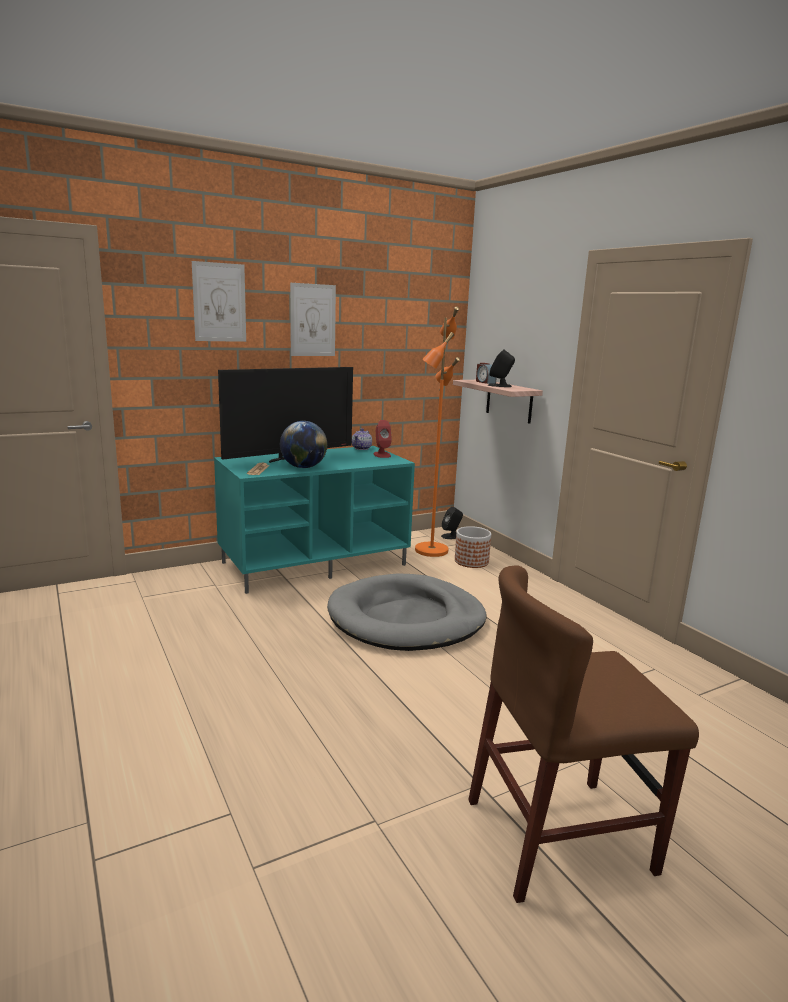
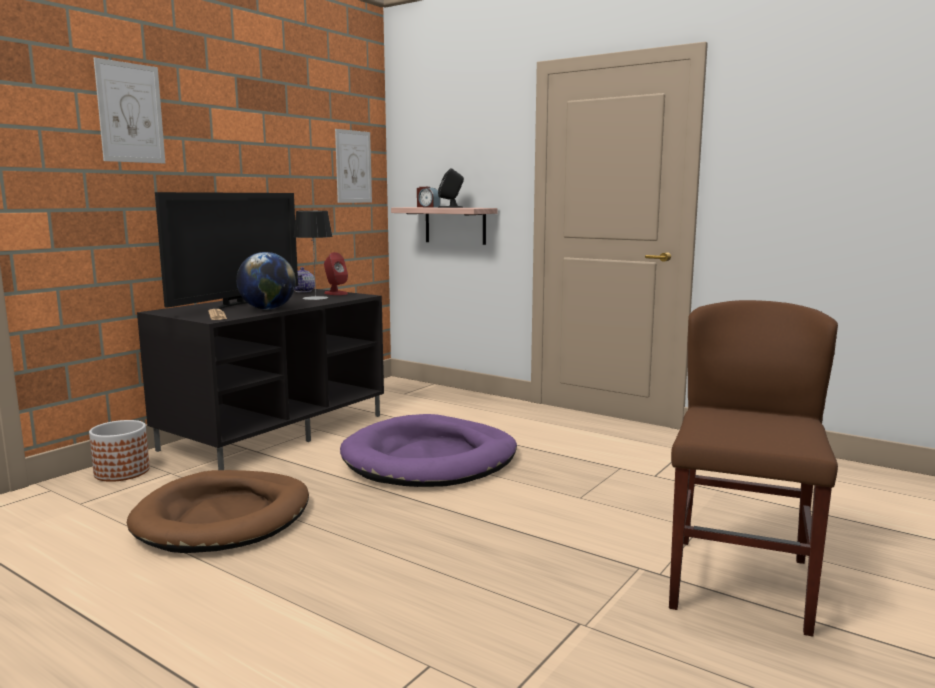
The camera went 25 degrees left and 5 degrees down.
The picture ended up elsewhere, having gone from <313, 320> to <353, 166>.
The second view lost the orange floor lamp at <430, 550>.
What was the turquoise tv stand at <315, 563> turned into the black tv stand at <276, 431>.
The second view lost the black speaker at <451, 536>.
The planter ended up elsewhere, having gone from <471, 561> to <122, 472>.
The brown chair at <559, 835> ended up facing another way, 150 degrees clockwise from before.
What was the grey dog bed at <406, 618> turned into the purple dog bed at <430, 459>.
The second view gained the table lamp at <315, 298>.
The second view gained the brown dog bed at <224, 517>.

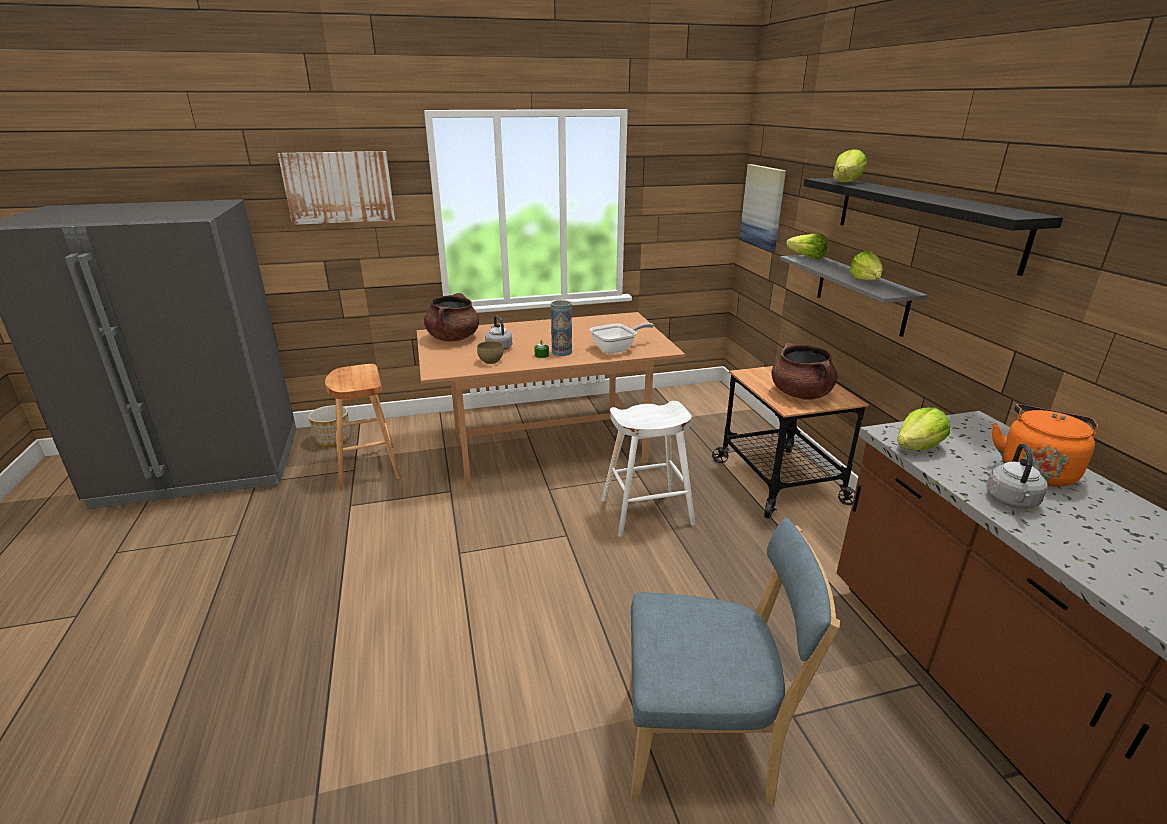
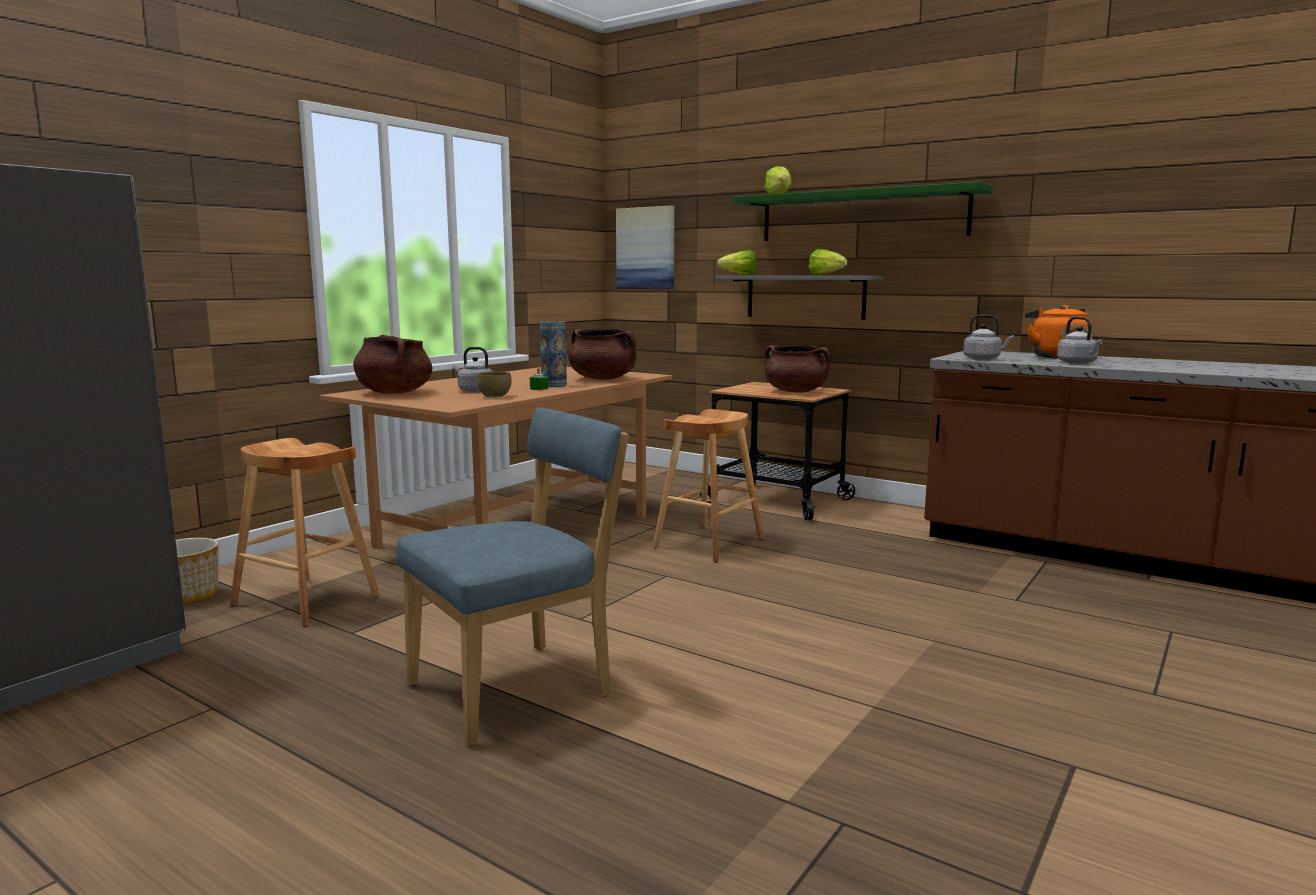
The camera went 40 degrees left and 15 degrees down.
The second view lost the picture at <339, 187>.
What was the black shelf at <922, 220> turned into the green shelf at <861, 215>.
Where the frying pan stood at <617, 349>, the brown cooking pot came to stand at <603, 379>.
What was the white stool at <647, 512> turned into the brown stool at <709, 543>.
Where the lettuce stood at <918, 448>, the grey kettle came to stand at <984, 359>.
The blue chair ended up elsewhere, having gone from <705, 743> to <518, 688>.

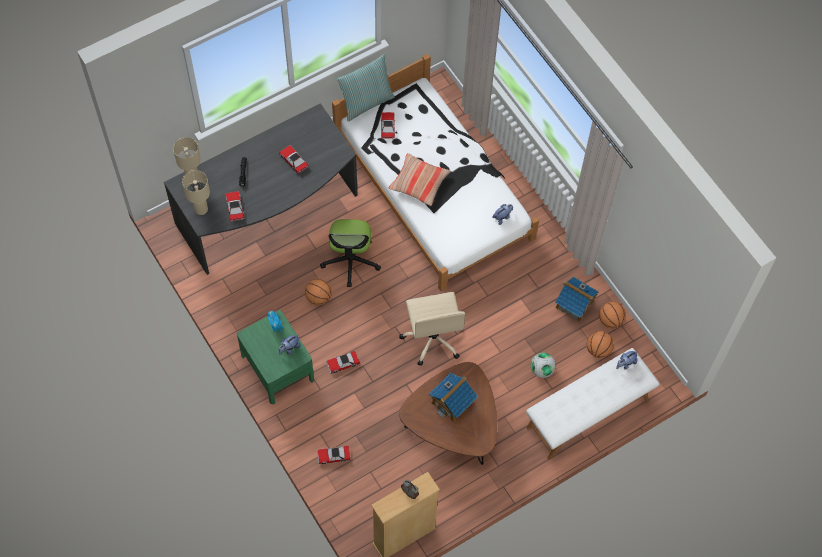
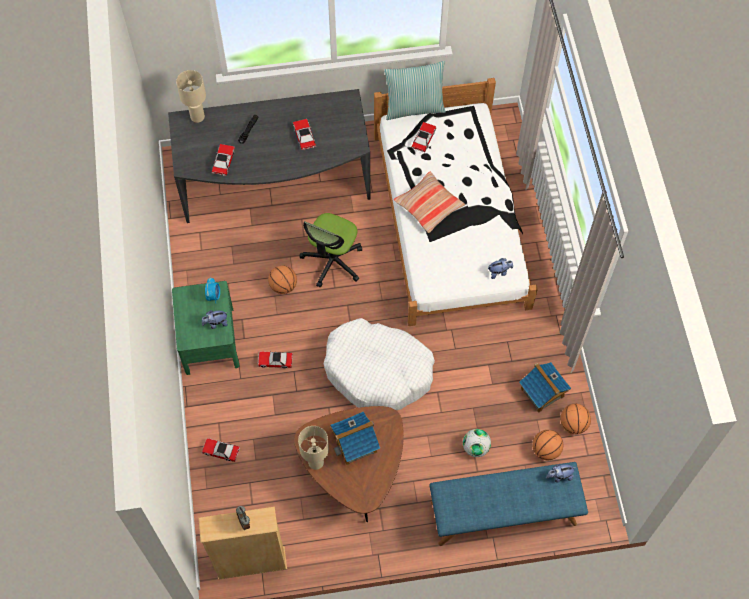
The camera went 25 degrees right and 0 degrees up.
The beige table lamp ended up elsewhere, having gone from <201, 209> to <315, 462>.
Where the beige office chair stood at <433, 338>, the white dog bed came to stand at <378, 370>.
What was the white bench at <588, 414> turned into the blue bench at <503, 514>.

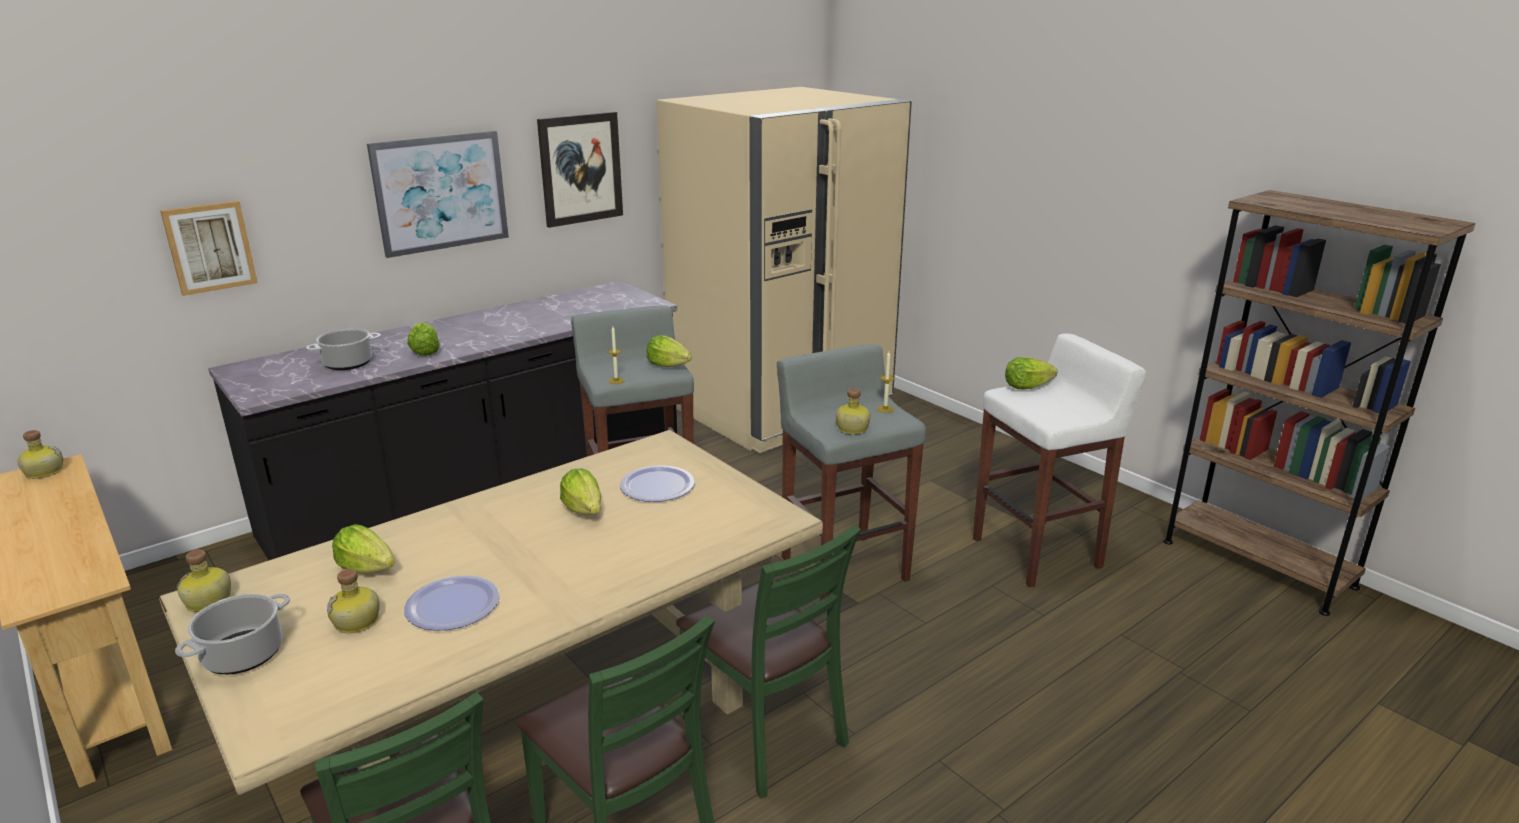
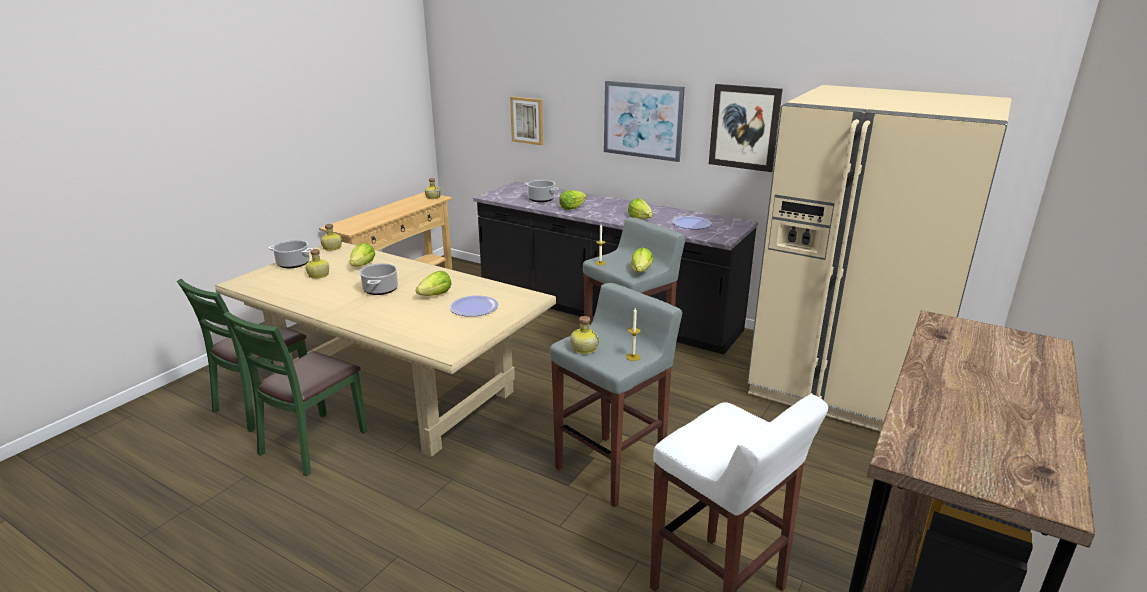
The camera went 70 degrees right and 0 degrees up.
The lettuce ended up elsewhere, having gone from <1026, 387> to <640, 219>.
The second view lost the green chair at <764, 734>.
The plate ended up elsewhere, having gone from <452, 605> to <691, 224>.
The second view gained the cooking pot at <381, 290>.

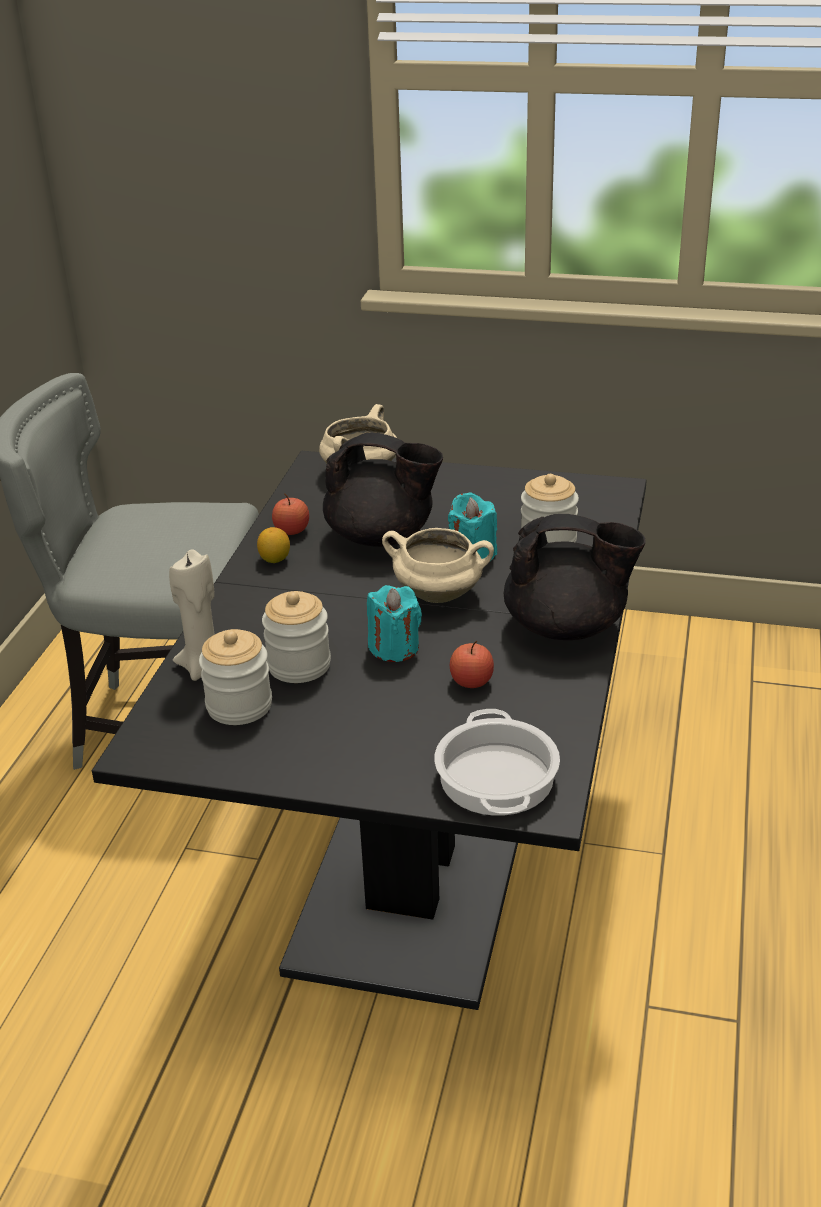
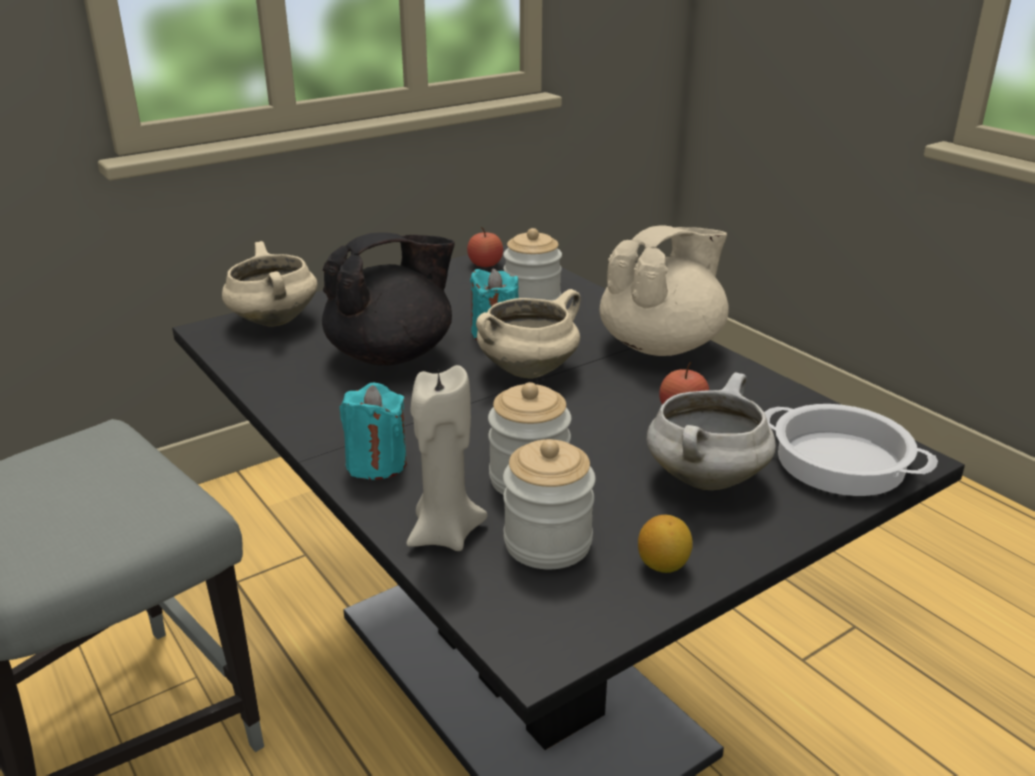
The camera went 50 degrees left and 5 degrees down.
The apple ended up elsewhere, having gone from <292, 530> to <485, 264>.
What was the black teapot at <567, 627> turned into the beige teapot at <662, 345>.
The lemon ended up elsewhere, having gone from <275, 559> to <663, 565>.
The turquoise candle ended up elsewhere, having gone from <394, 648> to <376, 463>.
The second view gained the white cooking pot at <705, 477>.

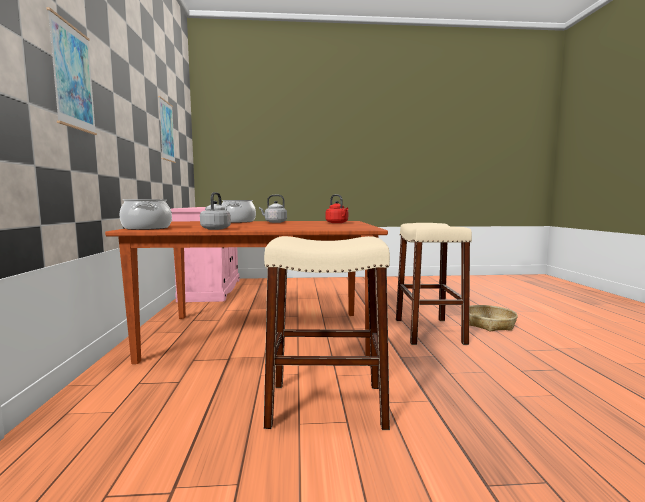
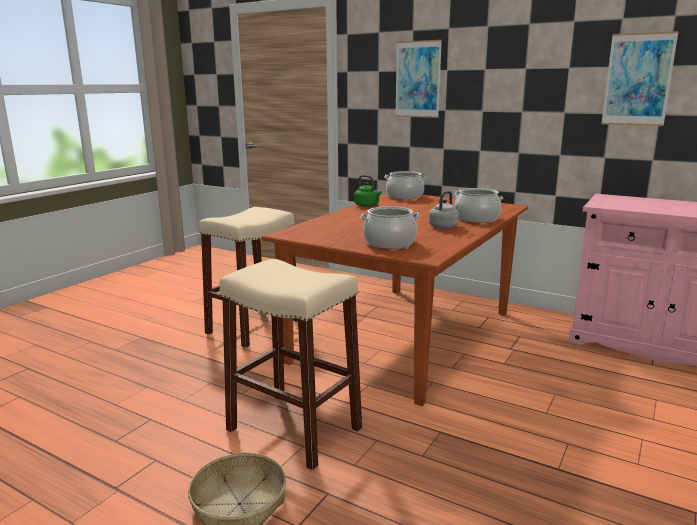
The camera went 125 degrees right and 10 degrees up.
What was the grey kettle at <216, 229> turned into the green kettle at <367, 206>.
Where the red kettle stood at <337, 223>, the cooking pot came to stand at <389, 243>.

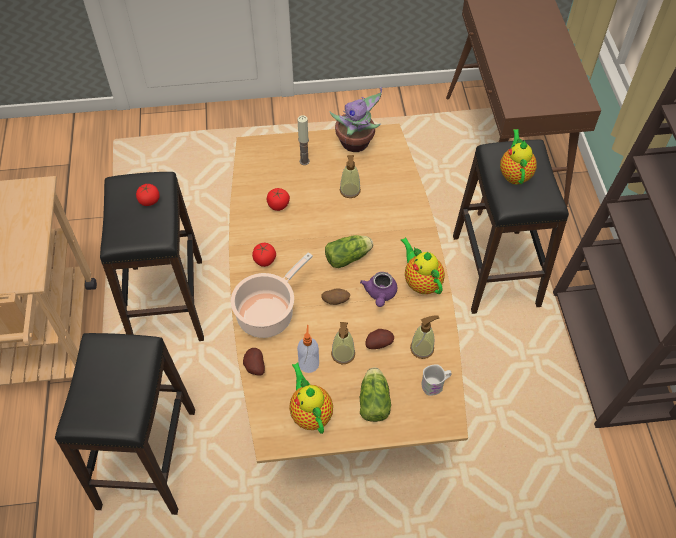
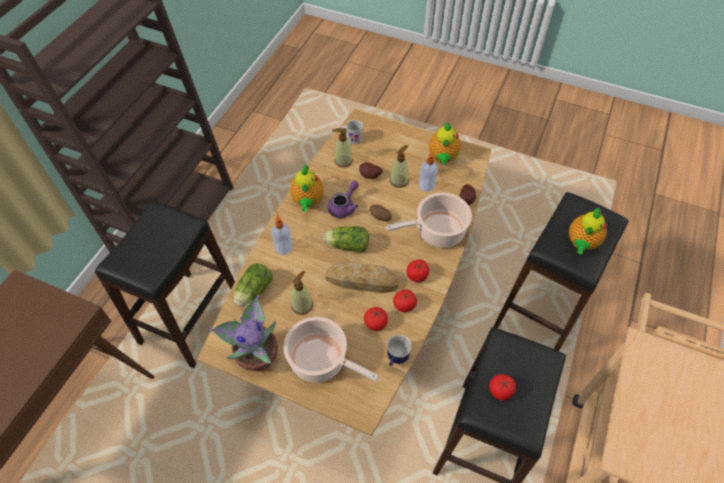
The camera went 150 degrees left and 0 degrees up.
Where the candle stood at <304, 161>, the cooking pot came to stand at <321, 361>.
The teapot ended up elsewhere, having gone from <514, 174> to <581, 243>.
The lettuce ended up elsewhere, having gone from <374, 400> to <253, 292>.
The second view gained the soap dispenser at <283, 247>.
The second view gained the bread at <361, 280>.
The second view gained the tomato at <404, 305>.
The second view gained the mug at <396, 358>.

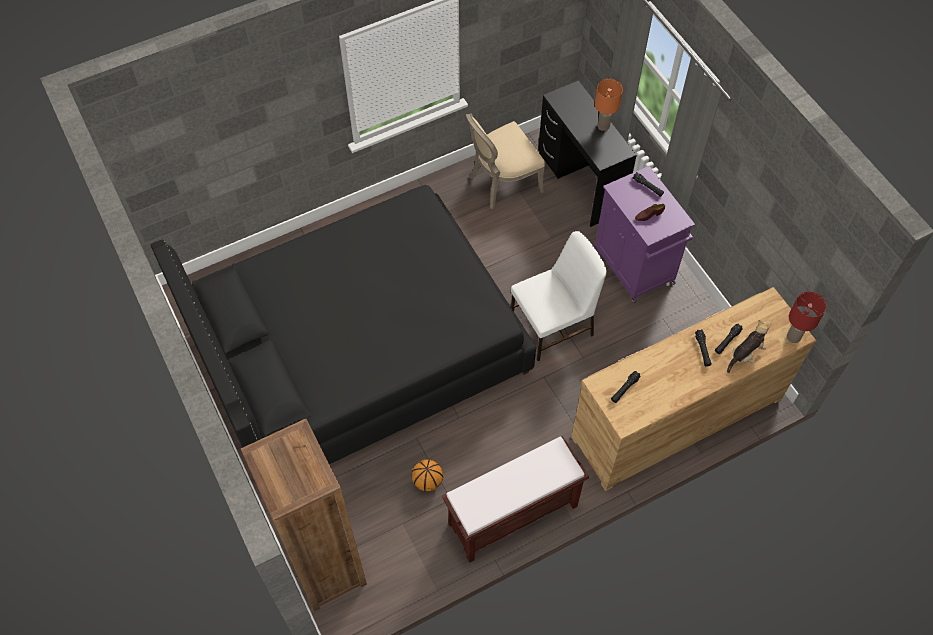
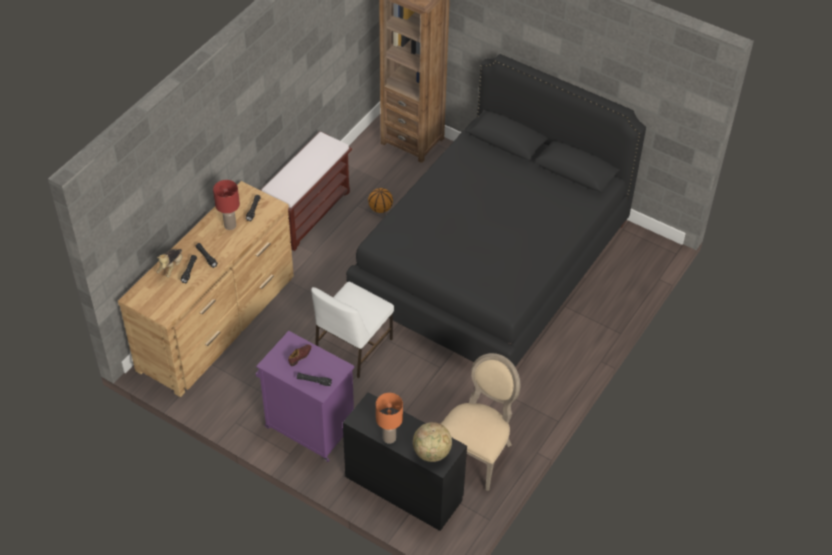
The camera went 150 degrees right and 10 degrees down.
The red table lamp ended up elsewhere, having gone from <793, 337> to <230, 225>.
The second view gained the globe at <432, 453>.

